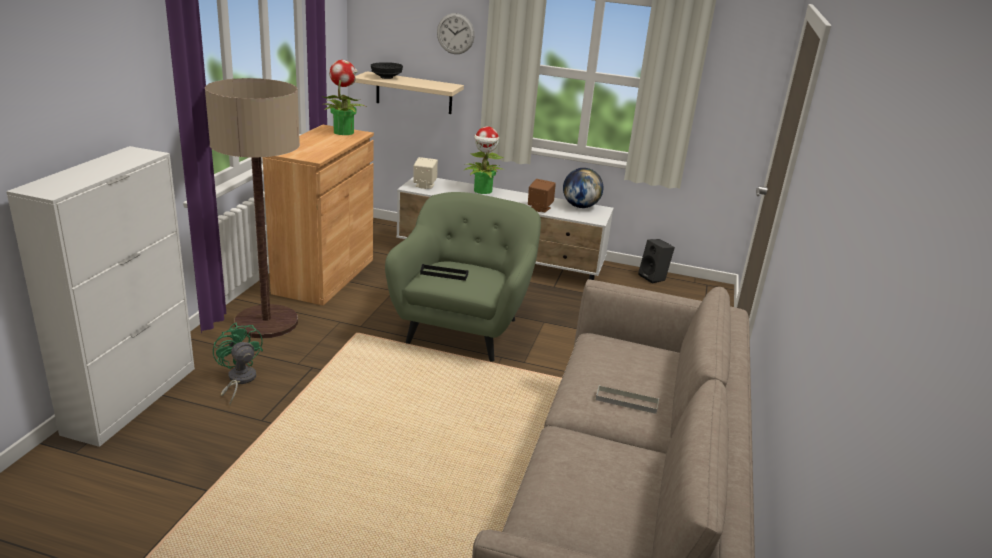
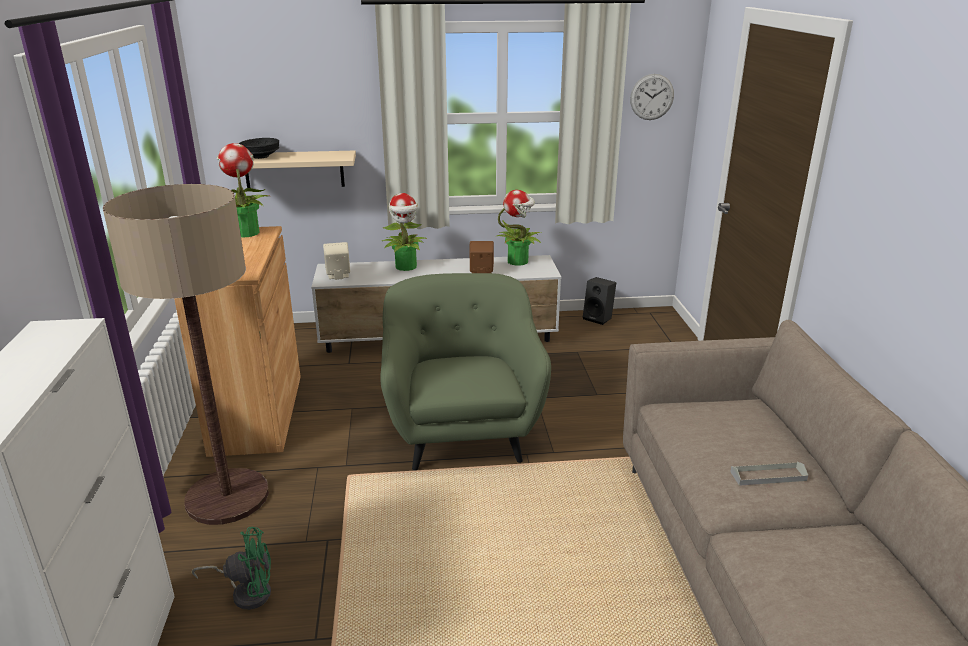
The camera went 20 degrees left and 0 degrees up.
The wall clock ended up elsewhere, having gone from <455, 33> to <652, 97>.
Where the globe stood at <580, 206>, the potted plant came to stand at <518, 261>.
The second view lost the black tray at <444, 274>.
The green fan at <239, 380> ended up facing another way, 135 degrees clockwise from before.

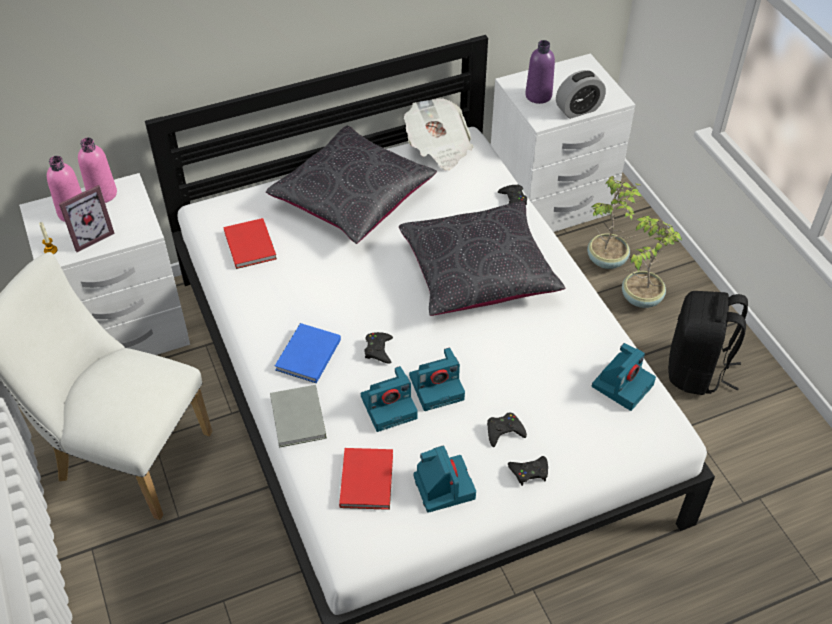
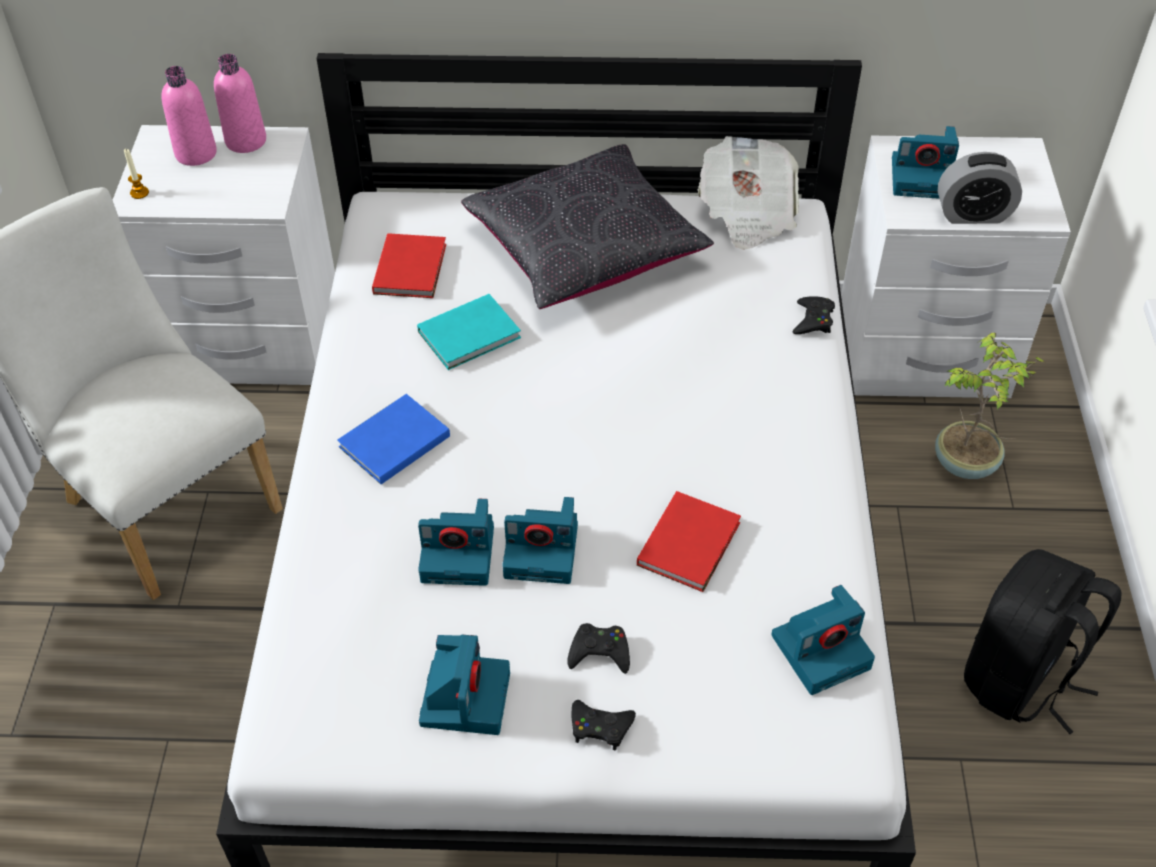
The camera went 25 degrees right and 0 degrees up.
Where the purple bottle stood at <538, 95>, the photo camera came to stand at <922, 177>.
The second view lost the picture frame at <90, 236>.
The second view lost the black pillow at <478, 273>.
The second view lost the potted plant at <640, 298>.
The second view lost the black game controller at <378, 350>.
The second view lost the grey book at <299, 416>.
The red book ended up elsewhere, having gone from <368, 478> to <691, 542>.
The second view gained the turquoise book at <472, 334>.

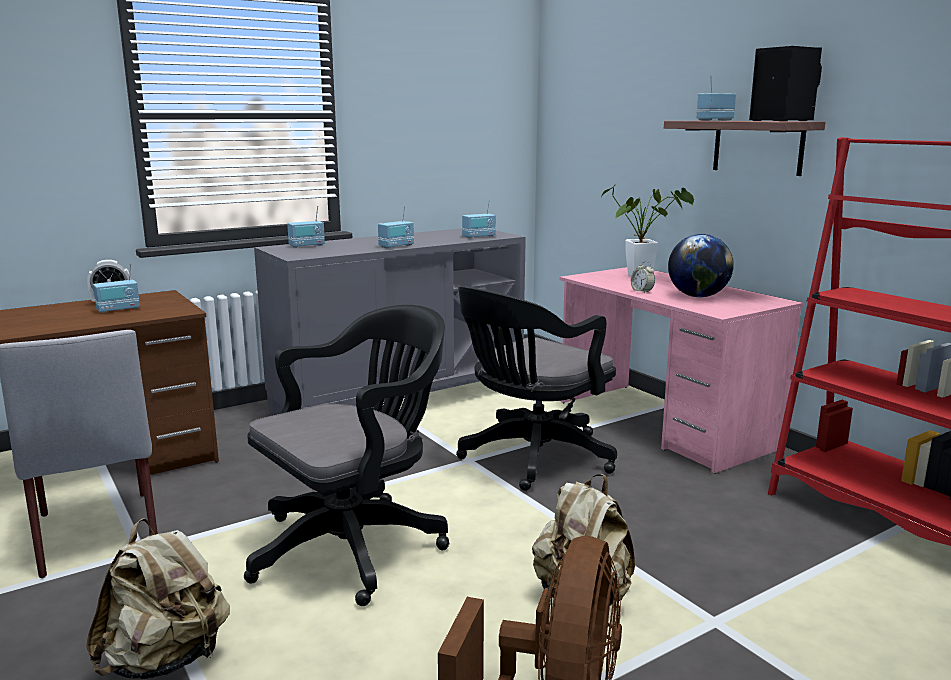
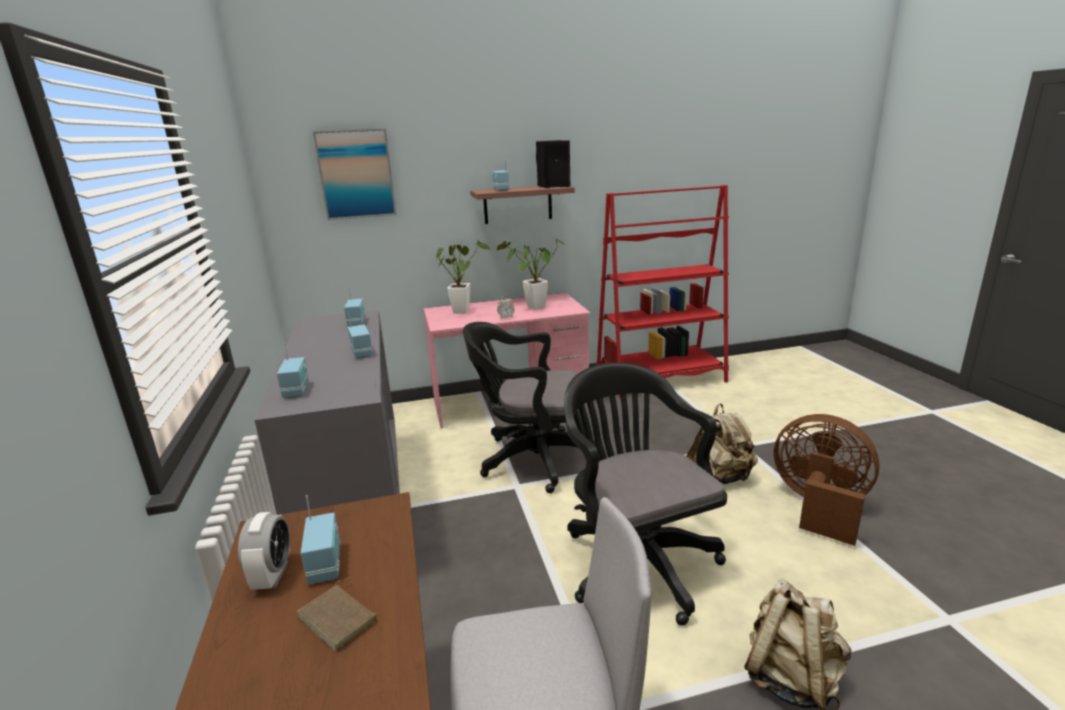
The camera went 70 degrees left and 5 degrees up.
Where the globe stood at <697, 296>, the potted plant came to stand at <532, 308>.
The black office chair at <531, 458> ended up facing another way, 120 degrees clockwise from before.
The second view gained the picture at <356, 174>.
The second view gained the brown book at <340, 618>.

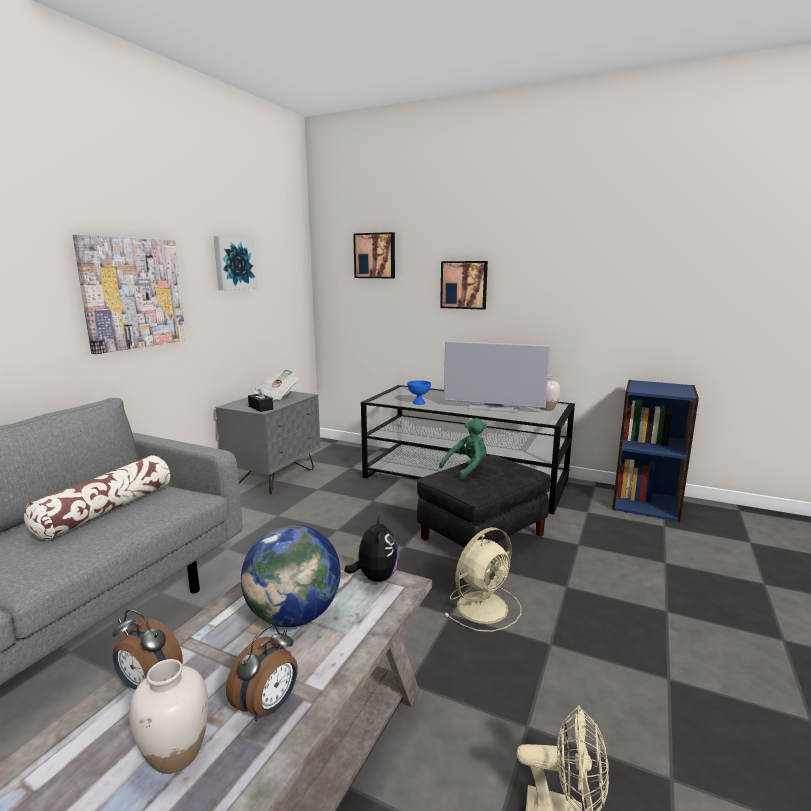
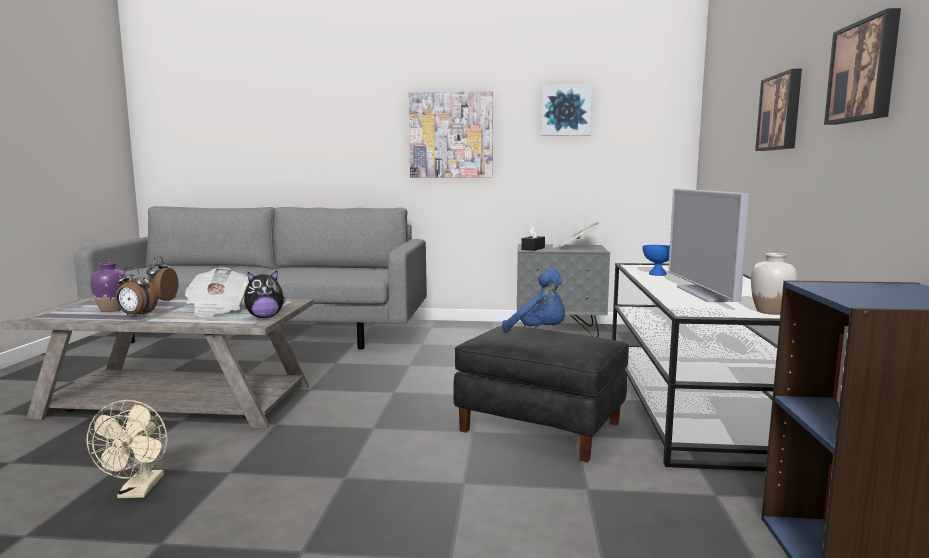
The camera went 70 degrees right and 5 degrees down.
The picture ended up elsewhere, having gone from <375, 255> to <865, 71>.
What was the green plush toy at <467, 469> turned into the blue plush toy at <540, 332>.
The second view lost the pillow at <107, 510>.
Where the globe stood at <294, 616>, the newspaper came to stand at <218, 309>.
The second view lost the beige fan at <484, 606>.
What was the white vase at <176, 754> turned into the purple vase at <112, 310>.

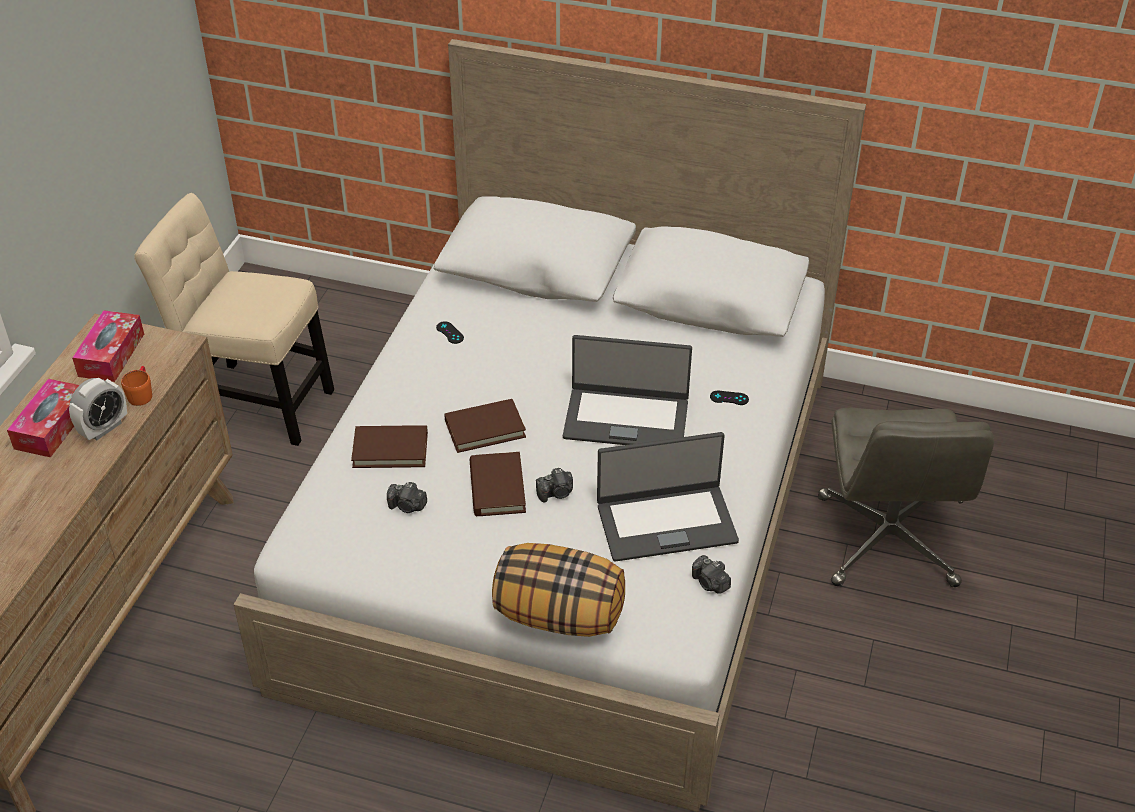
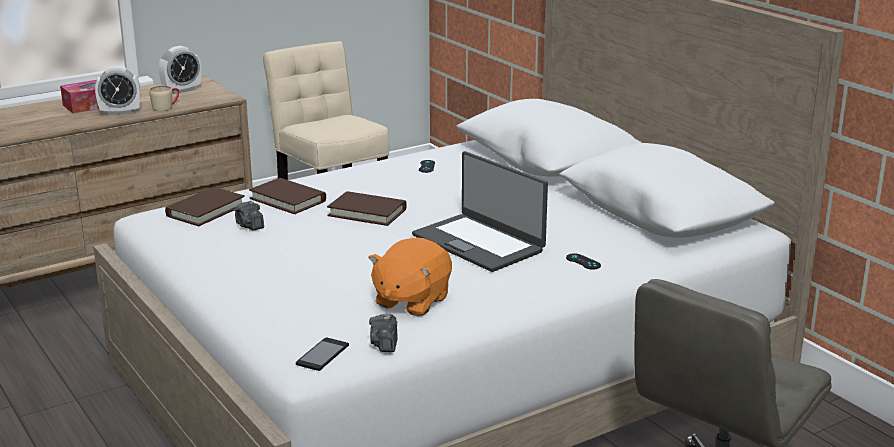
The camera went 40 degrees right and 20 degrees down.
Where the tissue box stood at <111, 355>, the alarm clock came to stand at <182, 90>.
What was the orange mug at <141, 393> turned into the beige mug at <166, 107>.
Where the laptop stood at <666, 522>, the orange plush toy came to stand at <411, 301>.
The brown book ended up elsewhere, having gone from <497, 487> to <206, 210>.
The second view lost the photo camera at <556, 493>.
The second view lost the pillow at <559, 614>.
The second view gained the phone at <322, 355>.

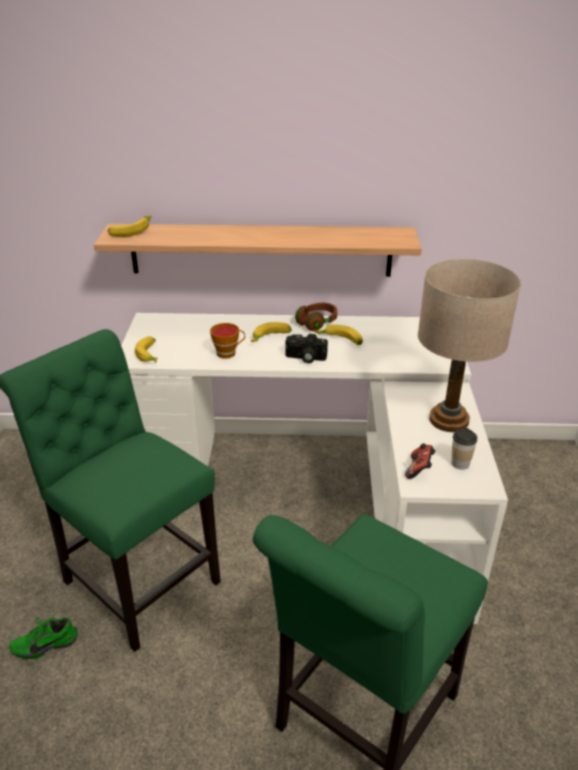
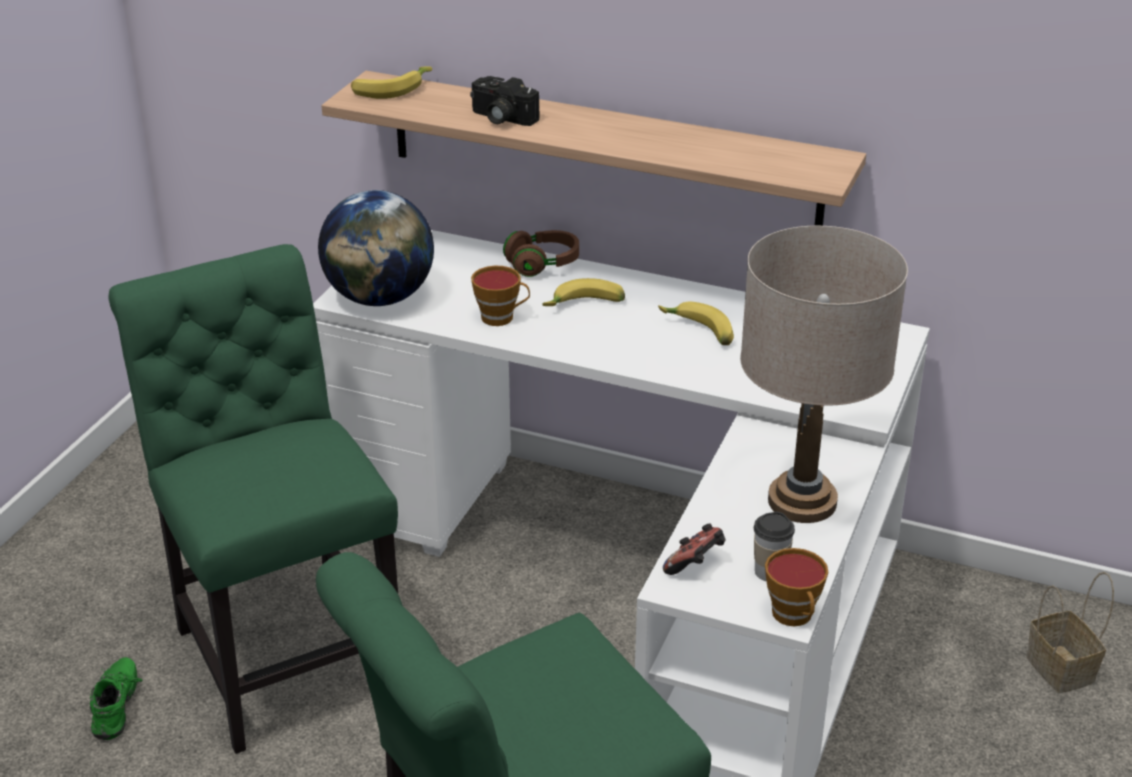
The camera went 20 degrees right and 0 degrees up.
The brown headphones ended up elsewhere, having gone from <317, 323> to <543, 265>.
The photo camera ended up elsewhere, having gone from <305, 358> to <500, 118>.
Where the banana stood at <151, 355>, the globe came to stand at <380, 298>.
The green shoe at <46, 643> ended up facing another way, 90 degrees clockwise from before.
The second view gained the cup at <794, 616>.
The second view gained the basket at <1062, 670>.

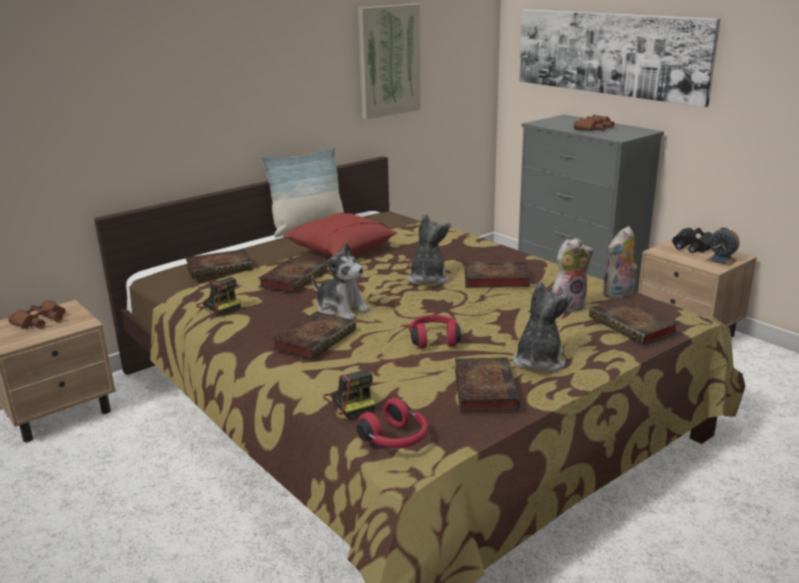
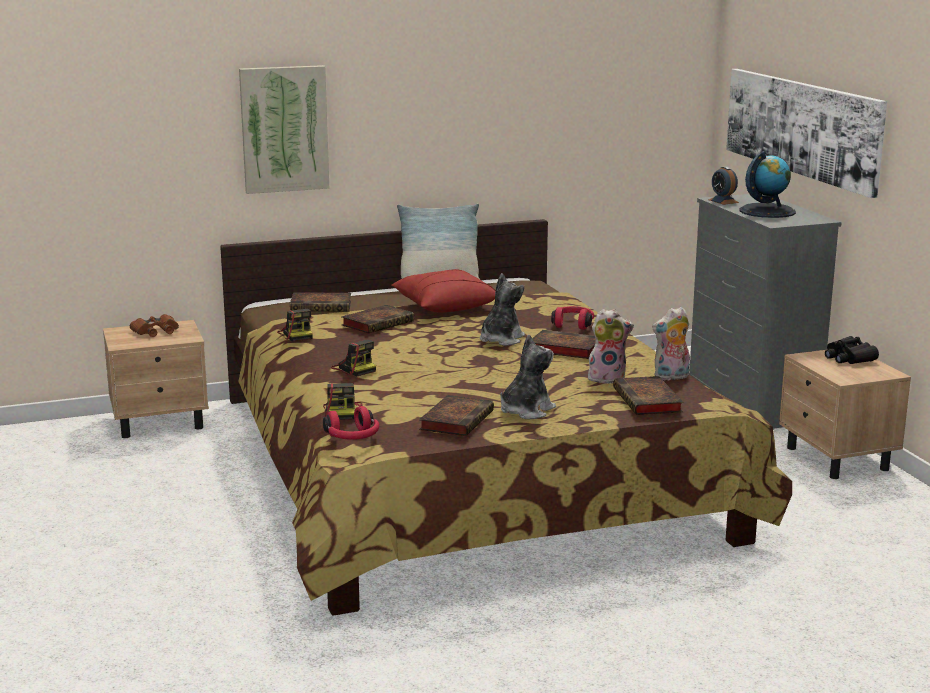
The camera went 20 degrees right and 5 degrees down.
The picture ended up elsewhere, having gone from <388, 61> to <284, 129>.
Where the brown binoculars stood at <594, 128>, the globe came to stand at <767, 211>.
The alarm clock ended up elsewhere, having gone from <721, 260> to <723, 201>.
The second view lost the plush toy at <341, 309>.
Where the book stood at <315, 339>, the photo camera came to stand at <354, 369>.
The red headphones ended up elsewhere, having gone from <434, 339> to <573, 324>.

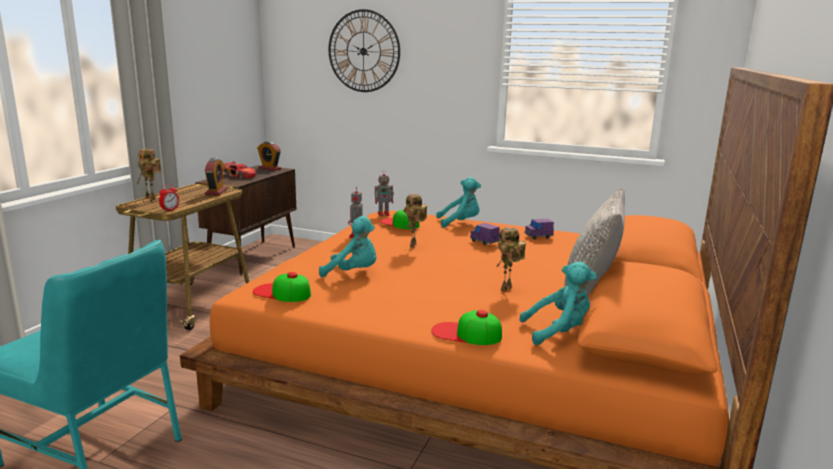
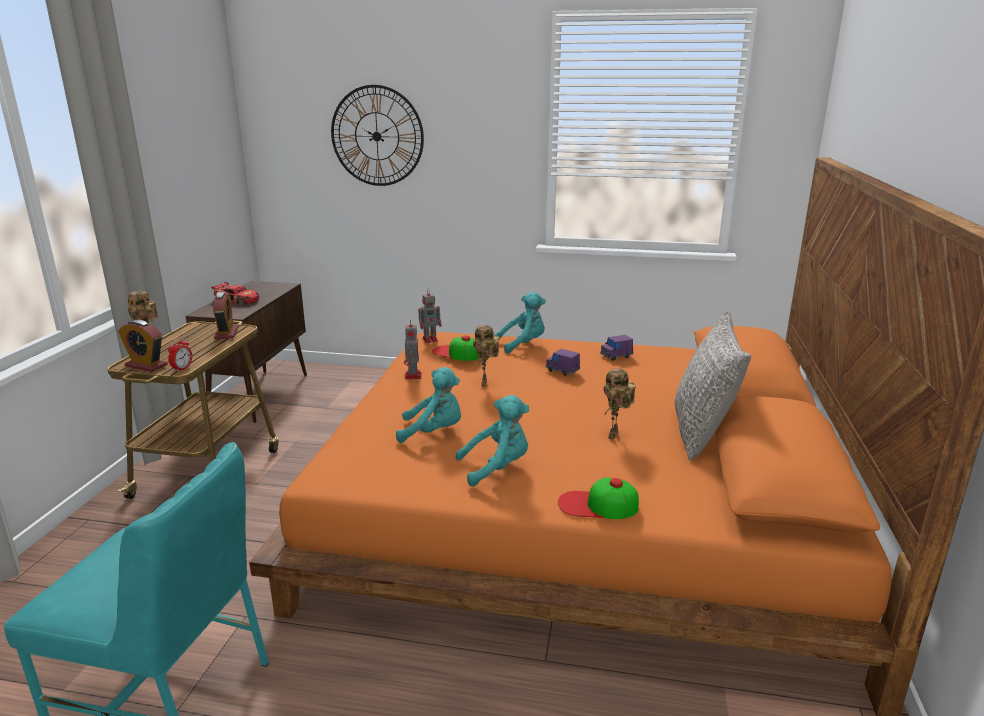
The camera went 10 degrees left and 5 degrees up.
The alarm clock ended up elsewhere, having gone from <269, 168> to <146, 365>.
The turquoise plush toy ended up elsewhere, having gone from <559, 332> to <497, 468>.
The second view lost the cap at <282, 292>.

